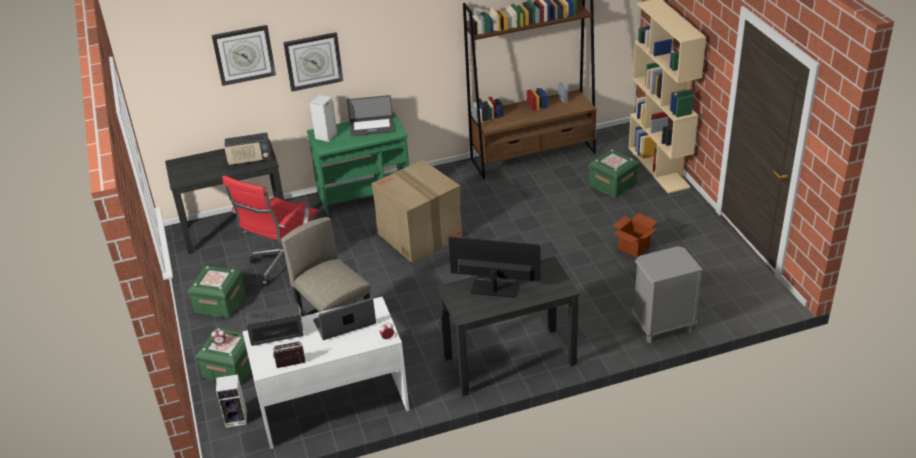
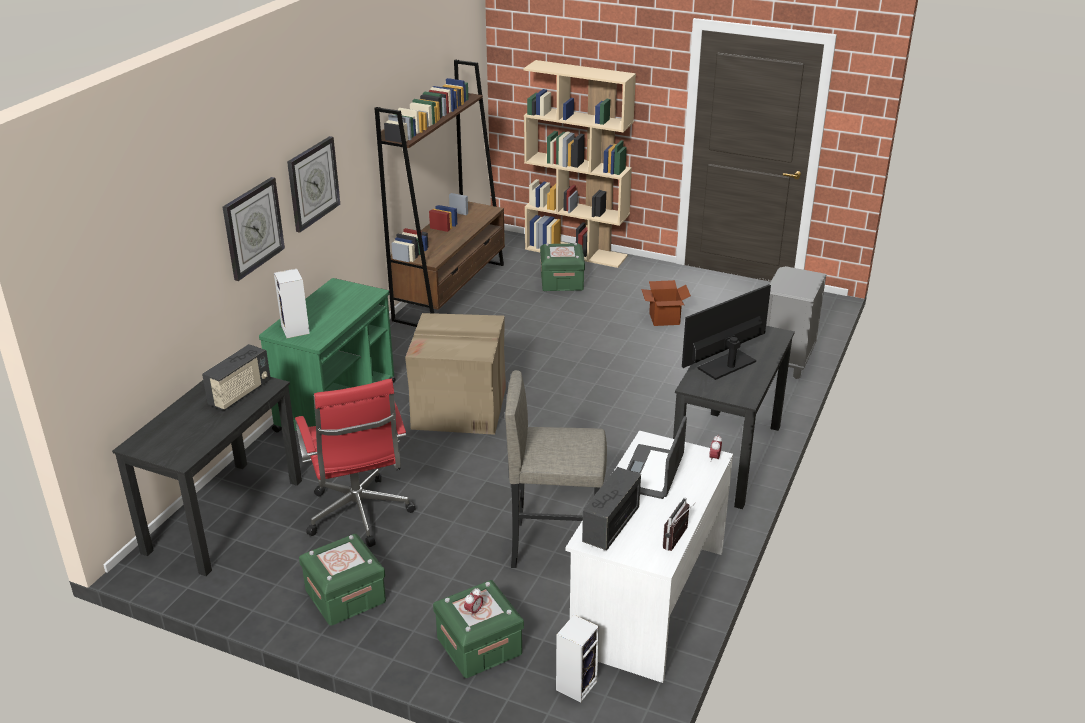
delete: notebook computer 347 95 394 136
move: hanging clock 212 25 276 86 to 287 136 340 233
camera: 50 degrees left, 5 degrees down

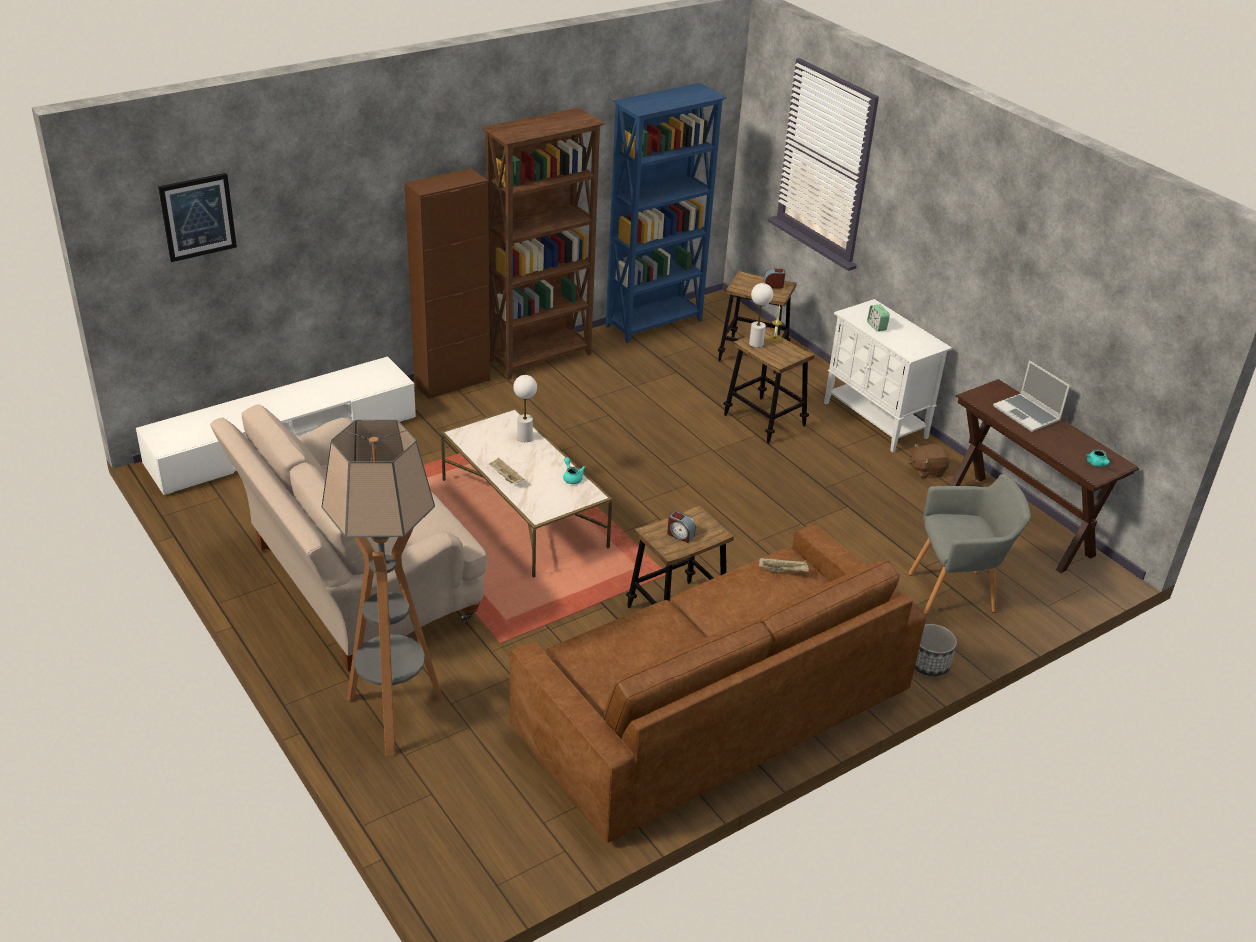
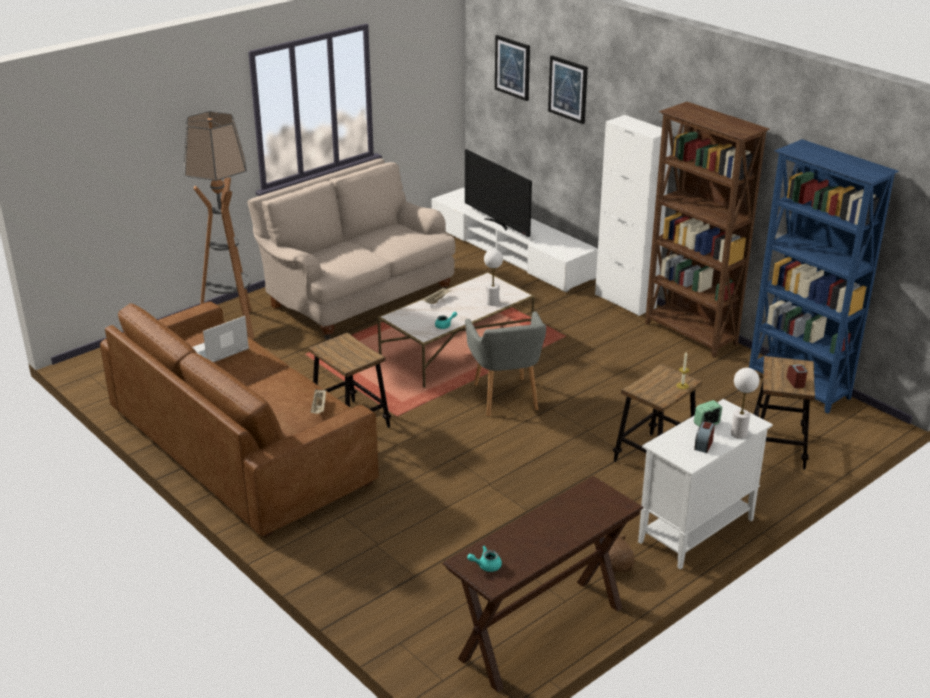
delete: flower pot 914 624 957 676
insert: television 465 149 532 237; wall picture 548 55 588 124
move: notebook computer 993 360 1070 432 to 193 316 249 362; grey lounge chair 908 474 1031 615 to 465 311 546 417; table clock 667 511 696 543 to 694 421 715 453; white table lamp 749 283 773 348 to 731 368 759 439
recolor: brown storage cabinet 404 168 490 399 to white storage cabinet 595 115 673 316
camera: 85 degrees right, 5 degrees down

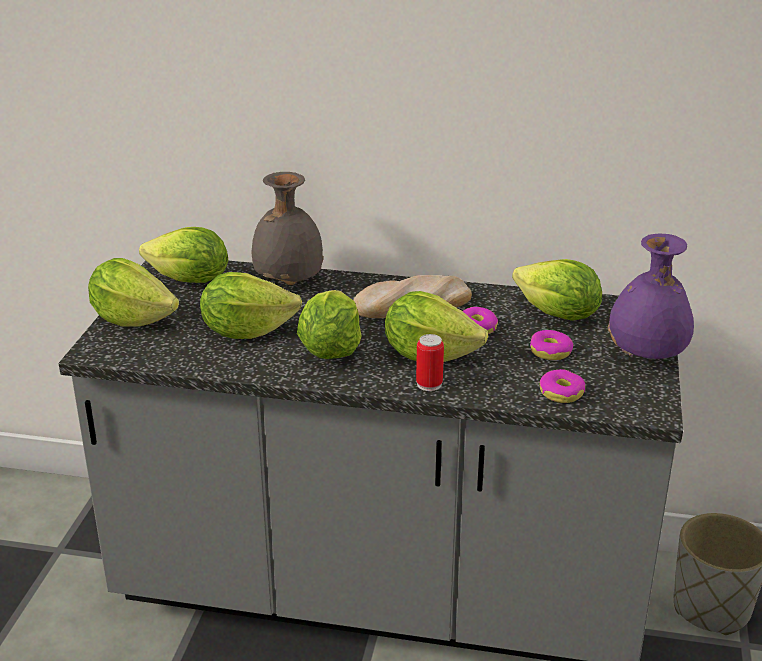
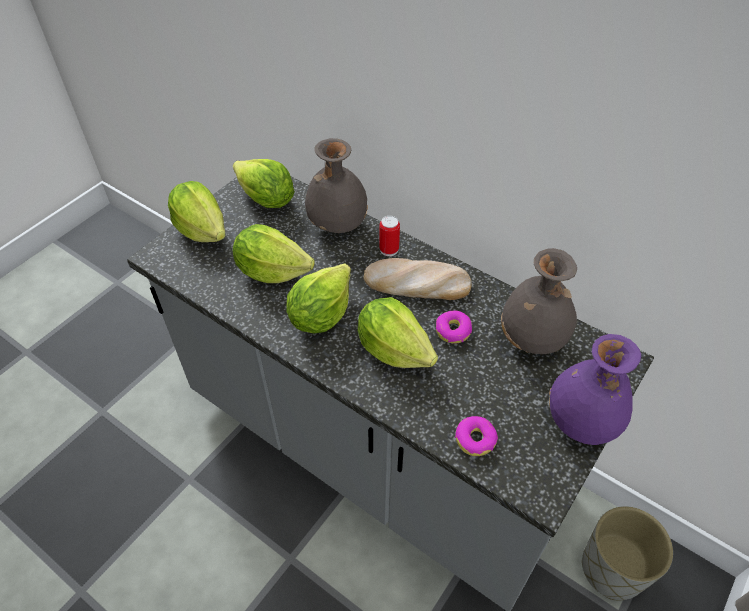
delete: ring doughnut 530 330 573 360
move: can 416 334 444 391 to 379 216 400 256
replace: lettuce head 512 259 602 321 to grey decorative vase 501 248 577 354
camera: 25 degrees right, 20 degrees up

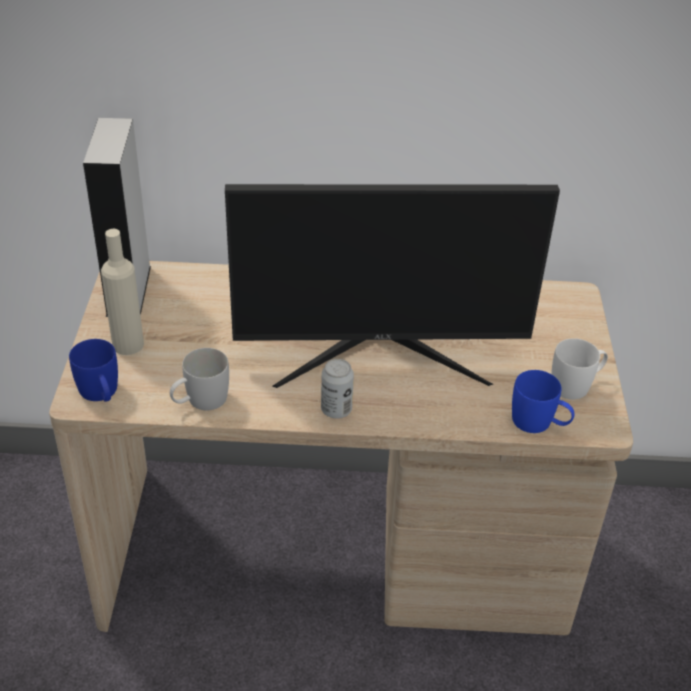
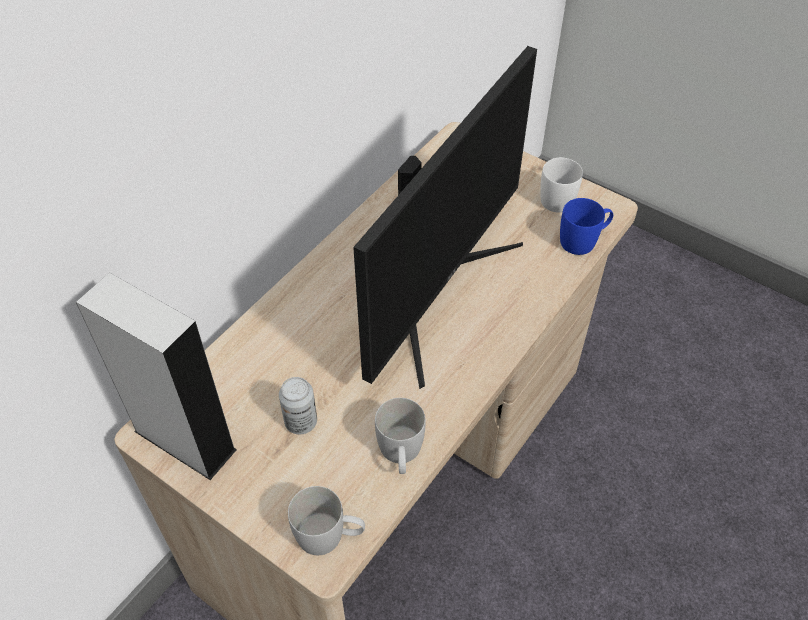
delete: beige bottle 101 229 144 355
move: can 321 359 354 418 to 279 377 317 435
recolor: blue-coloured coffee mug 69 339 118 402 to white coffee mug 288 486 365 555
camera: 55 degrees left, 10 degrees up

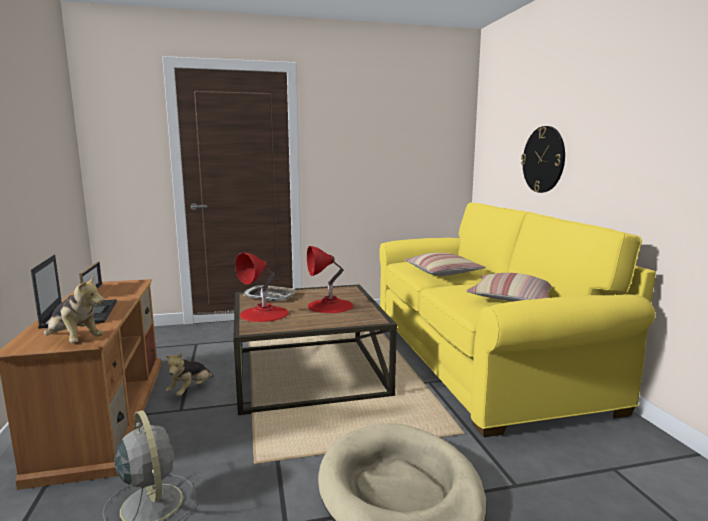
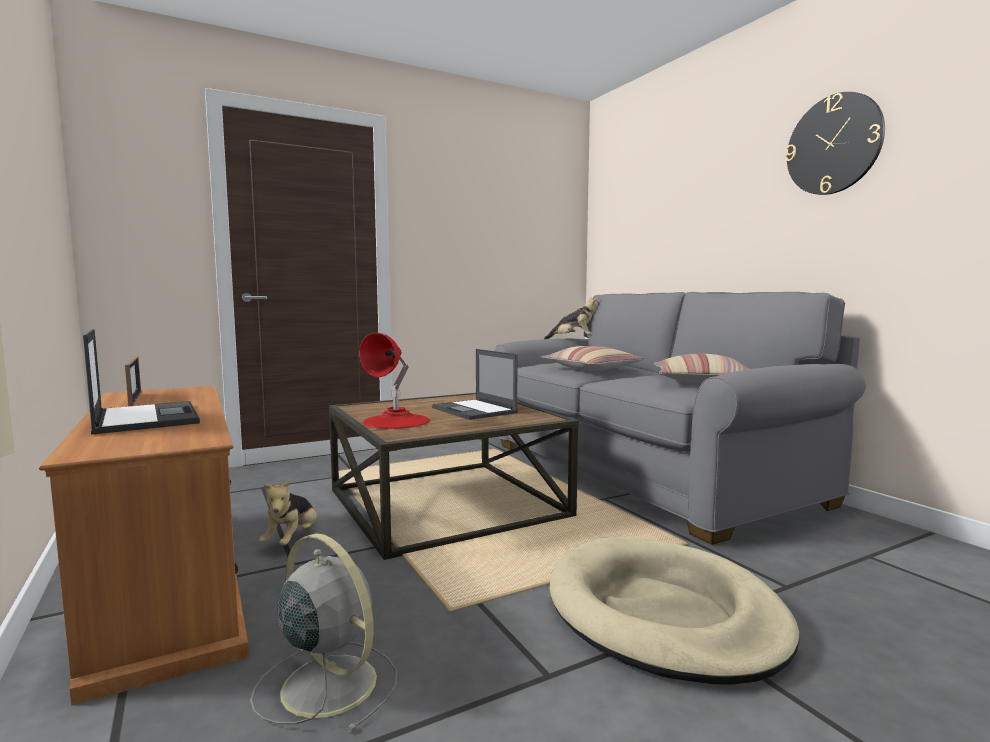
delete: tray 243 285 296 301
move: plush toy 43 274 105 343 to 544 297 598 339; hanging clock 521 126 565 193 to 785 92 885 195
replace: red-coloured table lamp 307 246 353 313 to notebook computer 432 349 518 420
recolor: yellow sofa 379 202 656 437 to grey sofa 494 292 866 545
camera: 15 degrees left, 5 degrees down

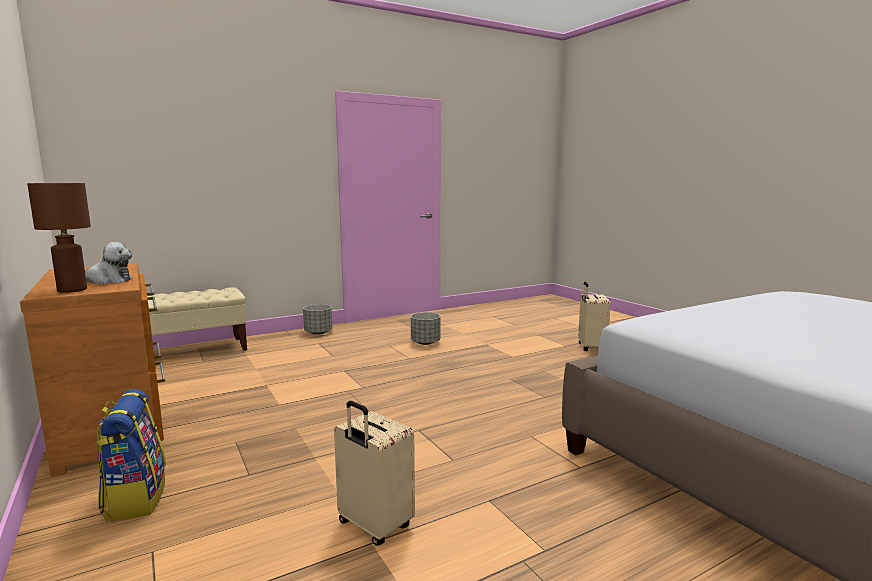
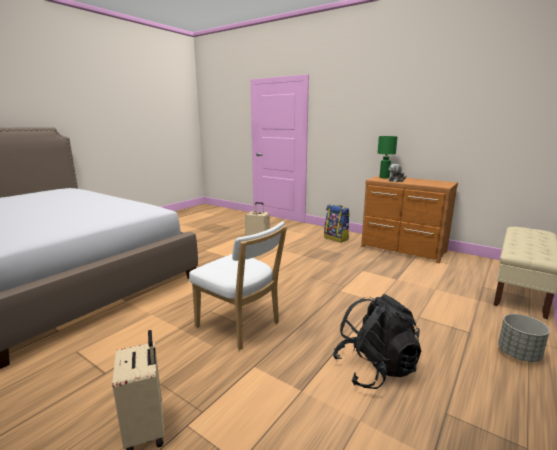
insert: white plain chair 189 222 287 350
replace: grey flower pot 411 312 440 345 to black rucksack 333 294 421 389
recolor: brown table lamp 27 183 91 293 to greenish table lamp 378 136 397 178
camera: 155 degrees right, 5 degrees up

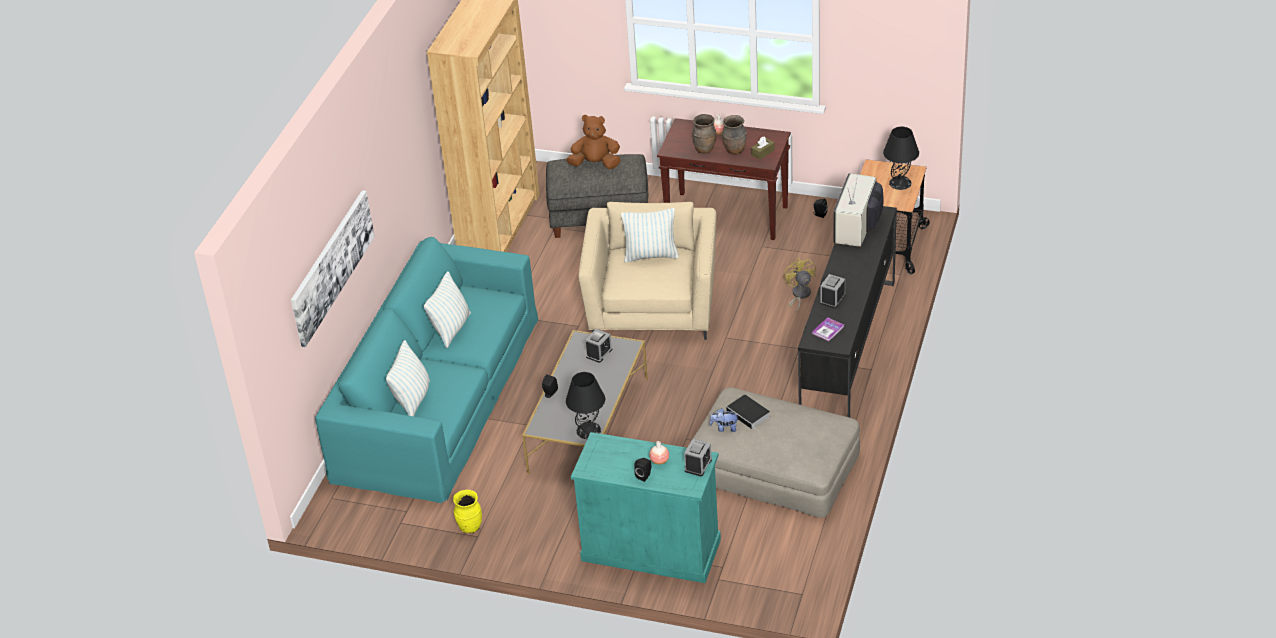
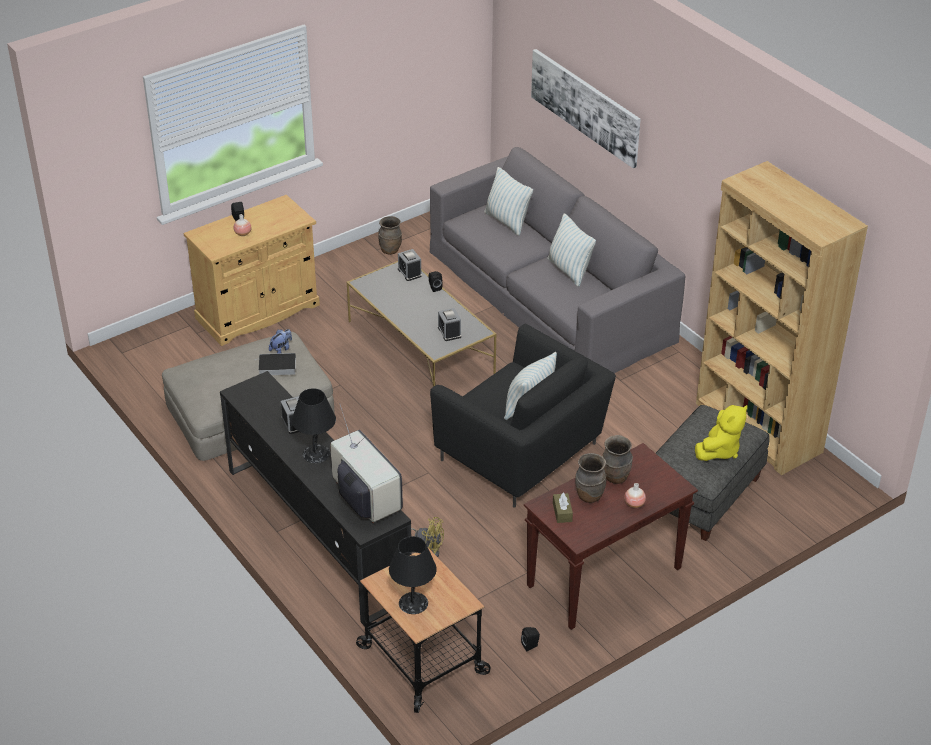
delete: volume 812 317 844 341
move: black table lamp 566 372 605 439 to 292 388 336 463; table clock 684 439 712 476 to 398 249 422 281
recolor: turquoise-coloured storage cabinet 571 432 721 583 to beige storage cabinet 183 195 320 346; yellow decorative vase 453 490 482 533 to brown decorative vase 378 216 402 255; turquoise-coloured sofa 315 237 538 503 to grey sofa 430 147 685 373; beige lounge chair 578 202 717 340 to black lounge chair 430 323 616 508; brown plush toy 566 115 621 169 to yellow plush toy 695 405 748 461
camera: 125 degrees right, 0 degrees up

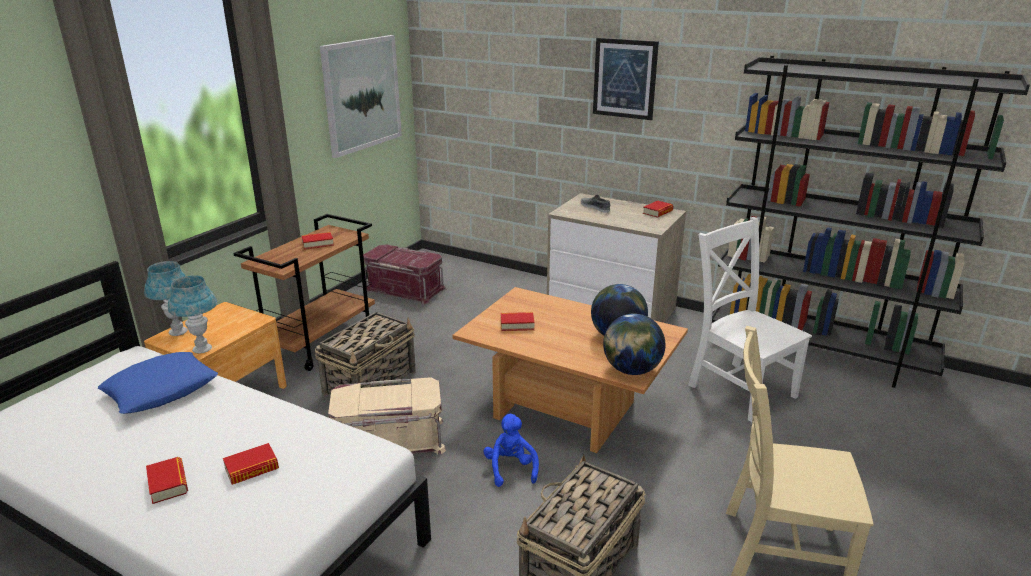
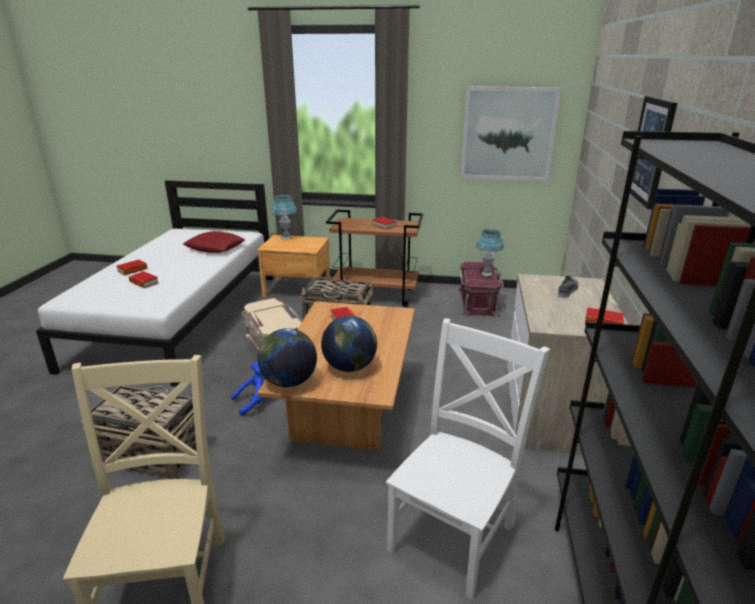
move: blue-coloured table lamp 168 275 217 353 to 476 229 504 276
recolor: blue-coloured throw pillow 98 352 218 414 to red-coloured throw pillow 183 231 245 253
camera: 70 degrees right, 0 degrees up

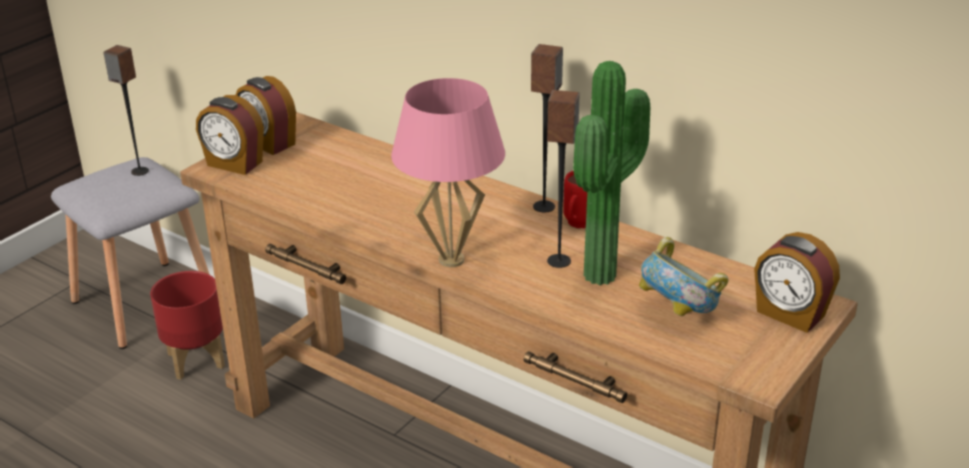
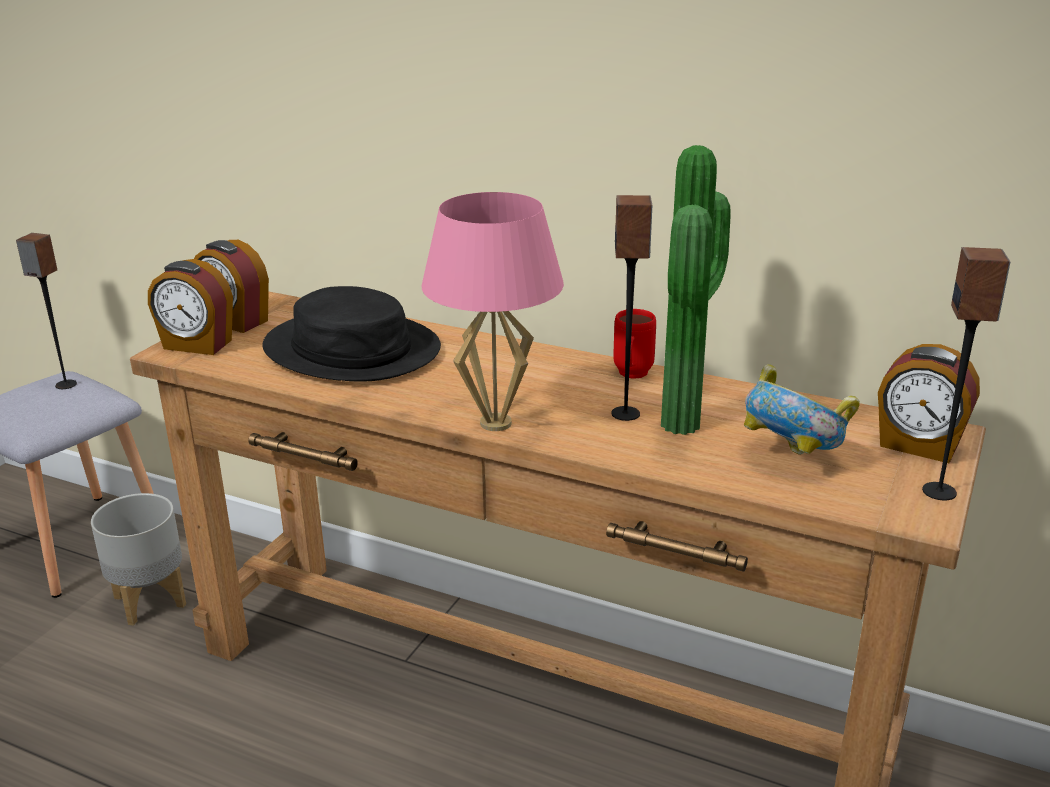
insert: black clothing hat 262 286 441 382
move: speaker 531 44 563 213 to 922 247 1010 500
recolor: red-coloured flower pot 150 271 225 380 to grey flower pot 91 493 186 626
camera: 10 degrees left, 5 degrees down

